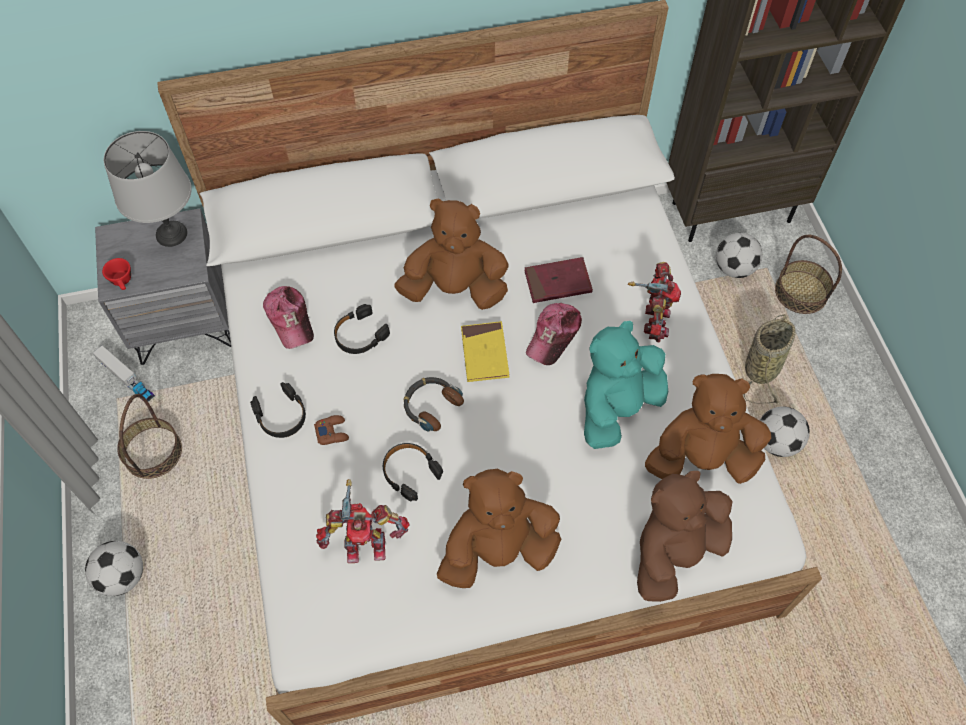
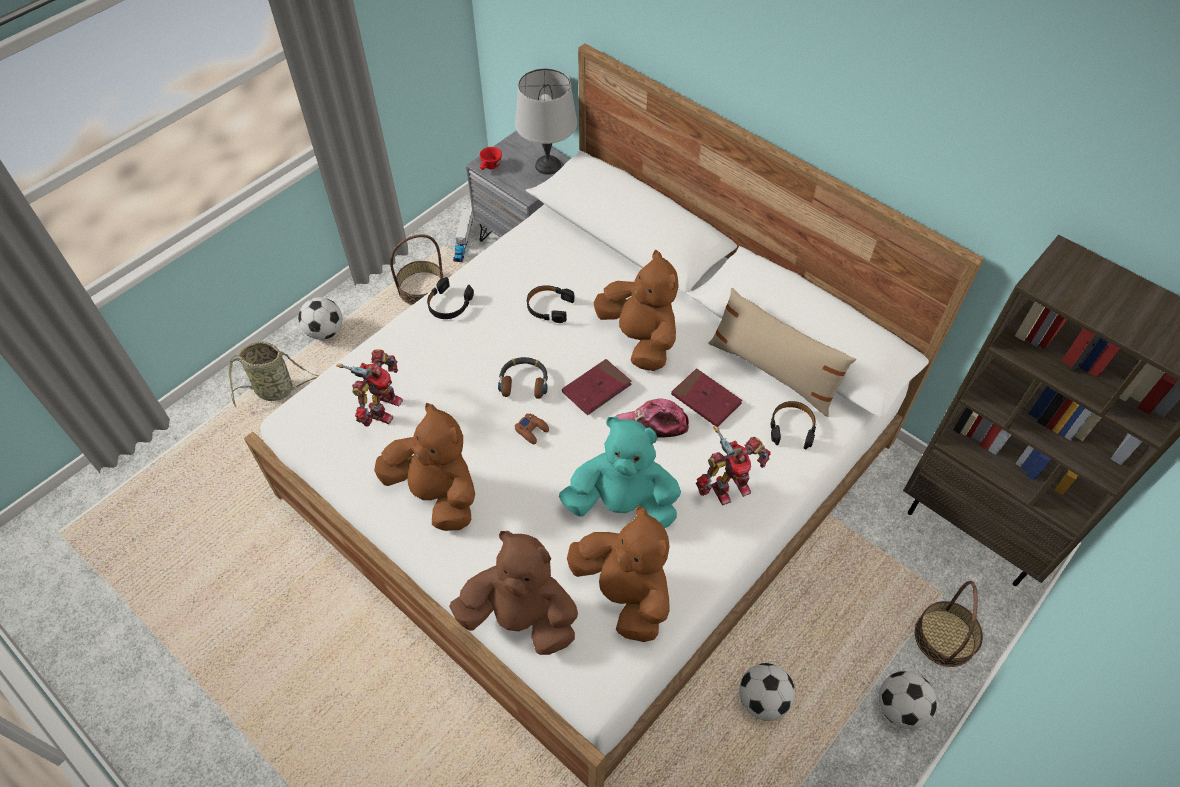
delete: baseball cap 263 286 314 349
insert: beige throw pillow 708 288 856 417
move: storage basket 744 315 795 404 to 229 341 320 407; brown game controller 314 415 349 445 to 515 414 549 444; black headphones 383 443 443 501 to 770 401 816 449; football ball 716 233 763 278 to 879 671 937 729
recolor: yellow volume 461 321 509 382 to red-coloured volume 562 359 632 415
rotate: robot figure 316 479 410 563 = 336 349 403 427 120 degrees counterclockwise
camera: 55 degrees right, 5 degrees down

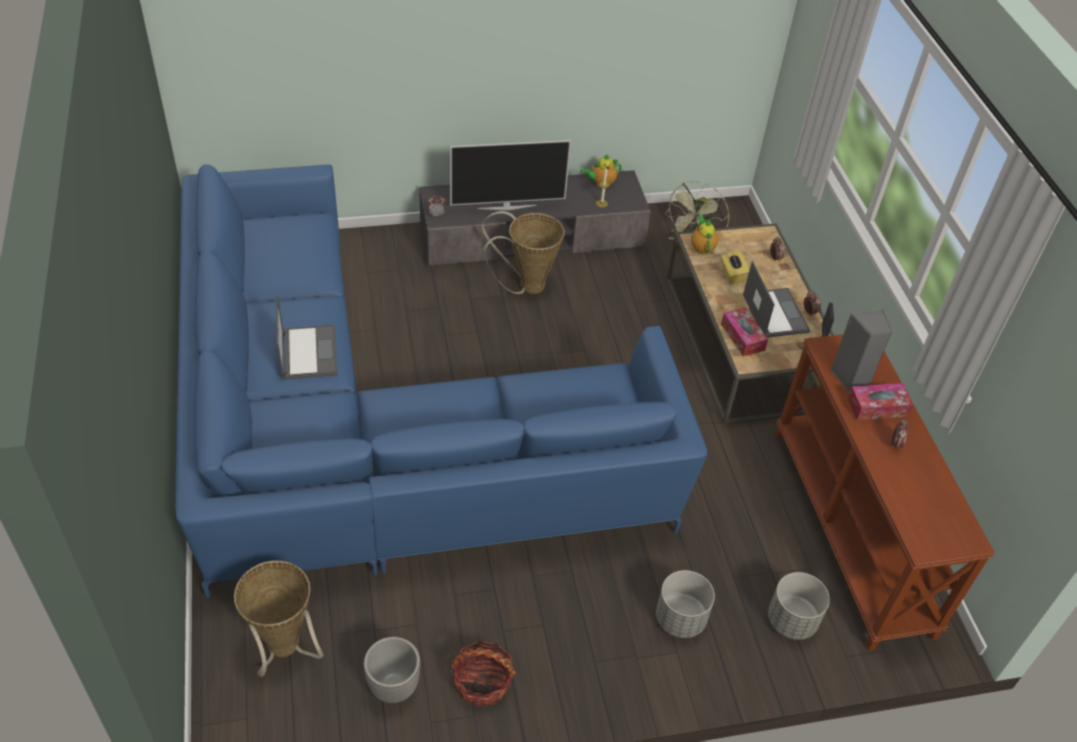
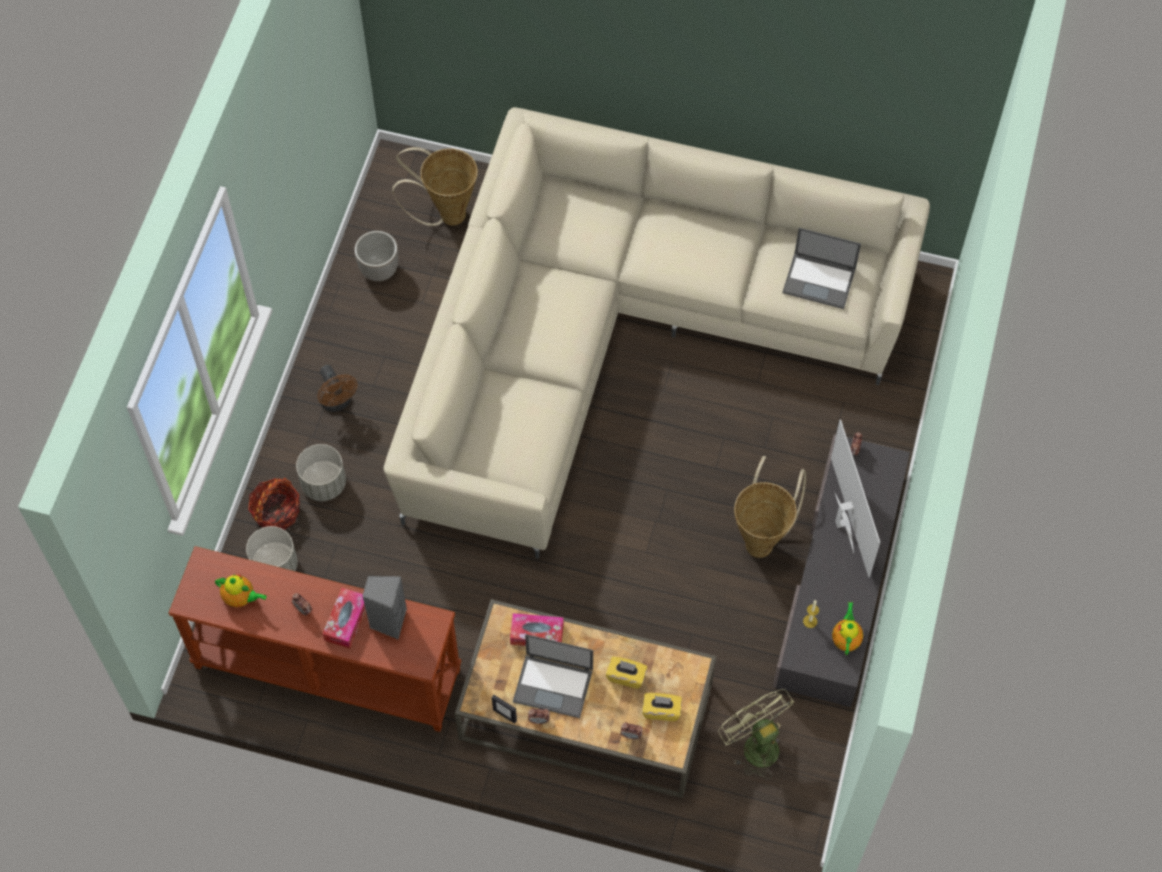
insert: brown electric fan 317 365 357 412; yellow tissue holder 642 693 682 721
move: tea pot 691 214 718 255 to 215 574 267 607; storage basket 452 641 516 707 to 248 478 300 530; notebook computer 276 295 338 380 to 782 228 861 309
recolor: blue-coloured sofa 175 164 707 598 to beige sofa 384 107 930 559
rotate: television 450 140 571 210 = 831 420 880 577 150 degrees clockwise
camera: 120 degrees right, 15 degrees up

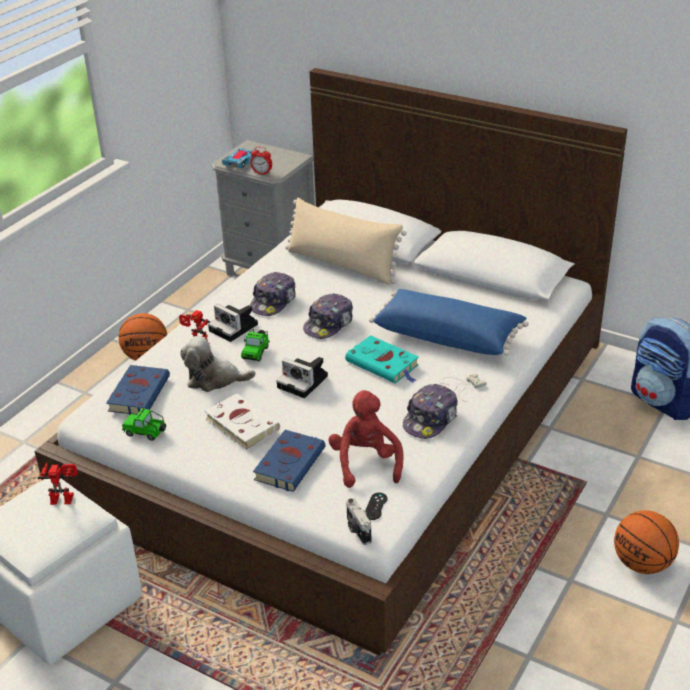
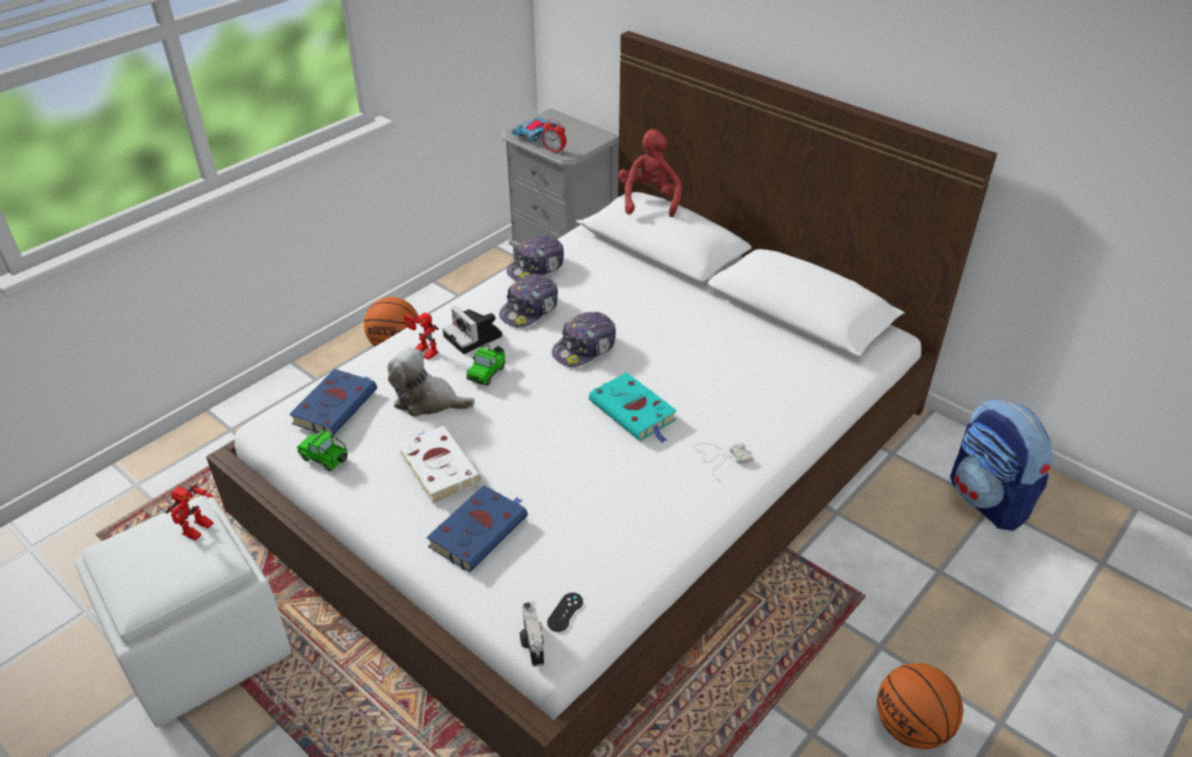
delete: still camera 276 357 328 398; beige throw pillow 285 197 407 285; blue-coloured throw pillow 369 289 529 356
move: baseball cap 403 384 458 439 to 507 235 564 281; red-coloured plush toy 329 390 404 488 to 618 129 682 217
rotate: robot figure 38 463 78 505 = 165 484 213 540 105 degrees clockwise
camera: 10 degrees right, 5 degrees up

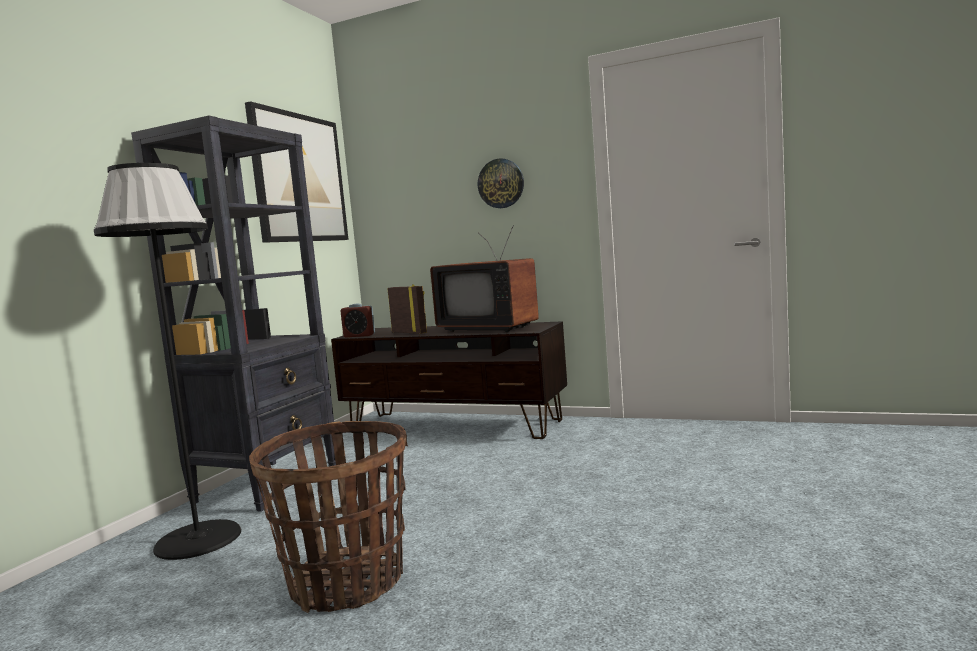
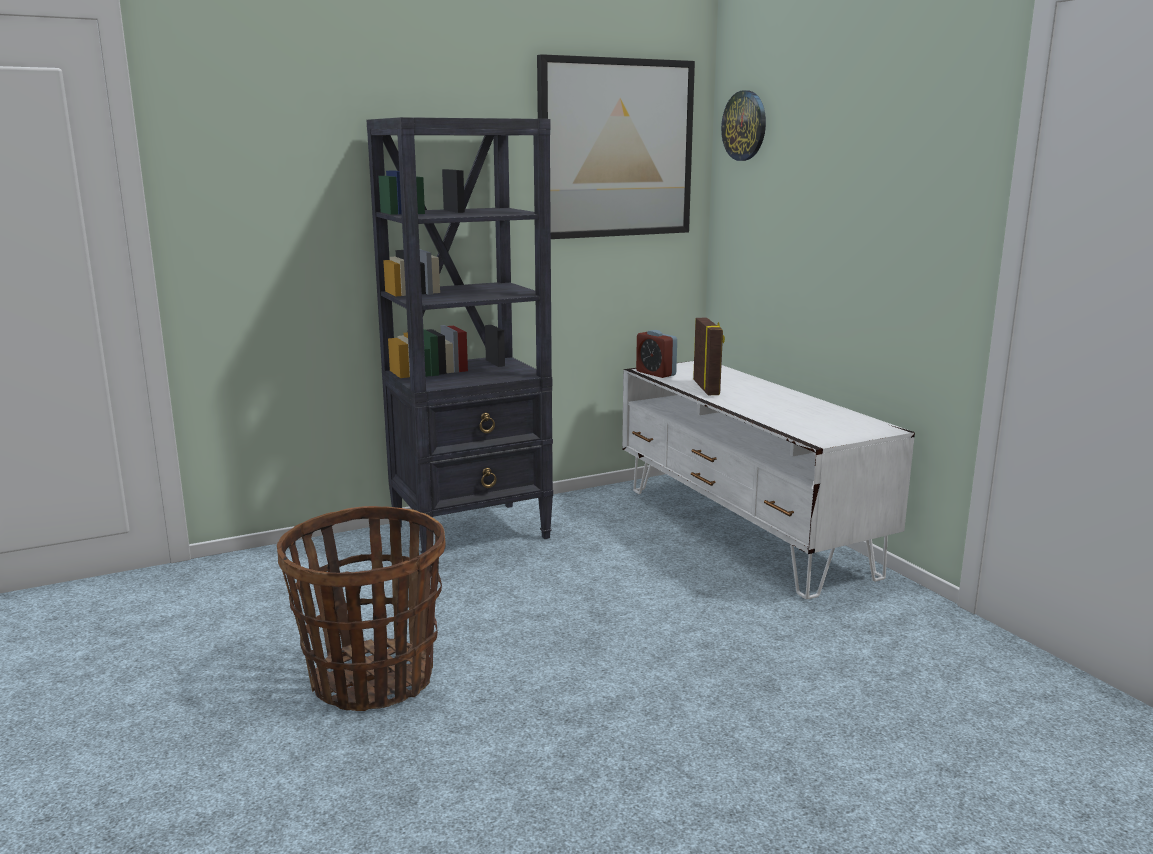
delete: black floor lamp 94 163 241 560; television 430 227 539 332
move: hanging clock 478 158 524 208 to 721 90 766 161
recolor: brown media console 331 321 567 439 to white media console 622 361 915 599
camera: 40 degrees right, 10 degrees up

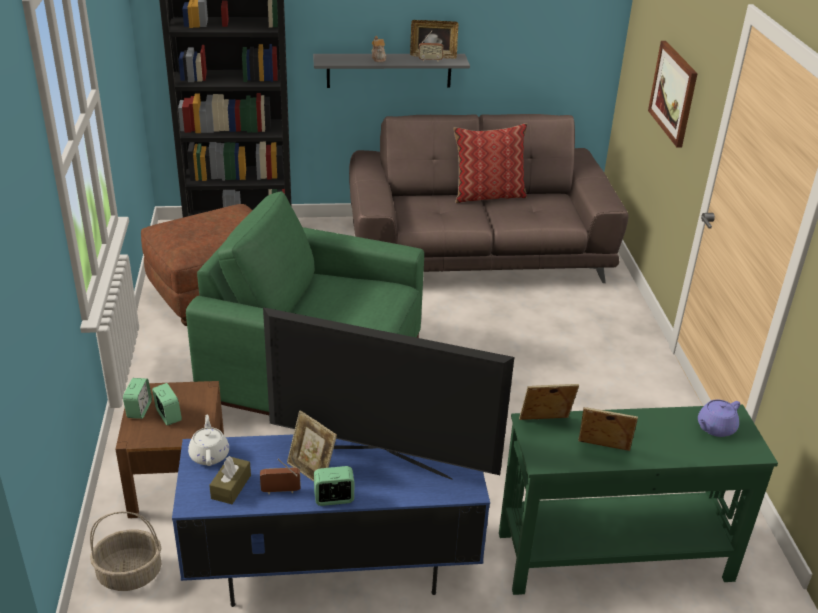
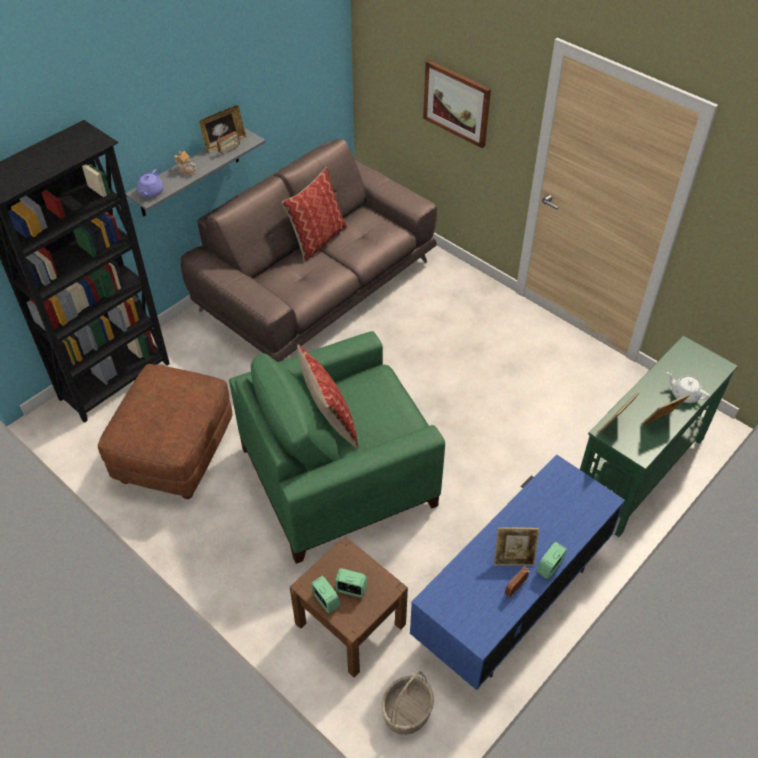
delete: brown tissue holder 209 456 251 504; television 263 307 514 479
insert: throw pillow 297 345 358 449
move: purple tea pot 698 400 740 437 to 136 169 164 197; white tea pot 188 415 229 466 to 667 372 710 403
camera: 40 degrees left, 15 degrees up

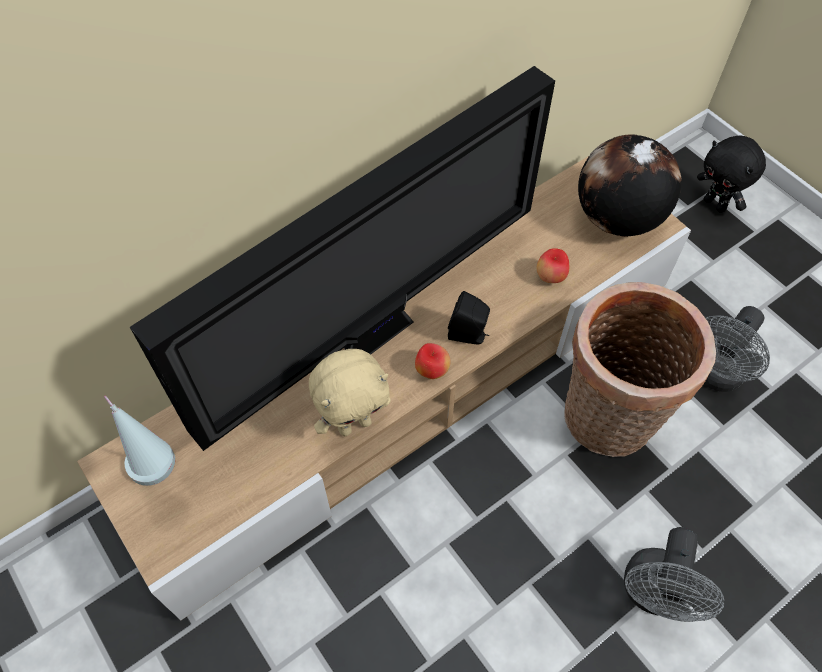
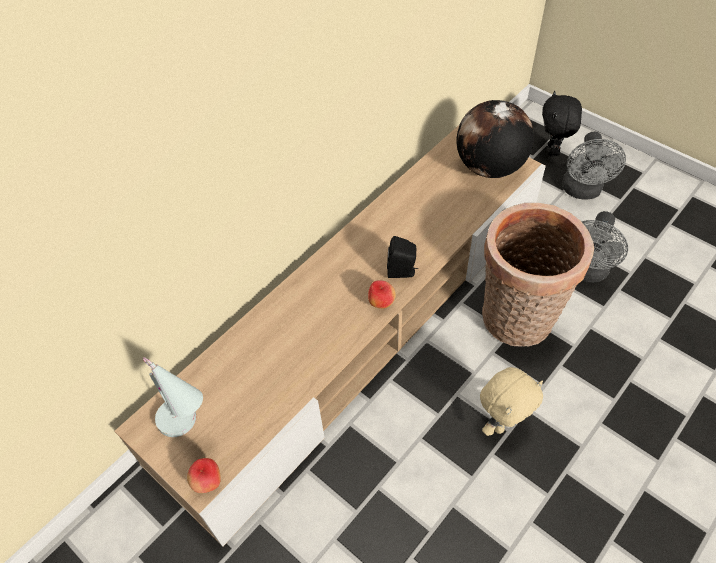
delete: television 130 66 555 451
move: apple 537 248 569 283 to 187 458 221 493; beige plush toy 309 349 391 436 to 480 367 543 436; grey electric fan 624 527 724 622 to 562 132 626 200
rotate: black plush toy 697 135 766 213 = 542 91 582 157 60 degrees clockwise
camera: 10 degrees left, 5 degrees down

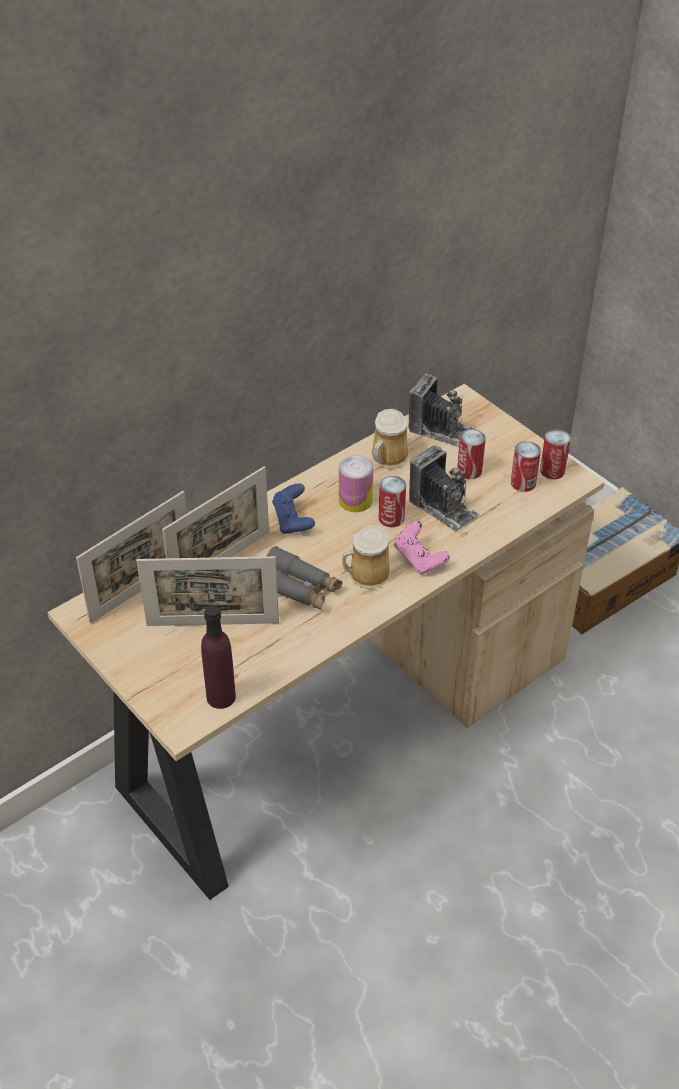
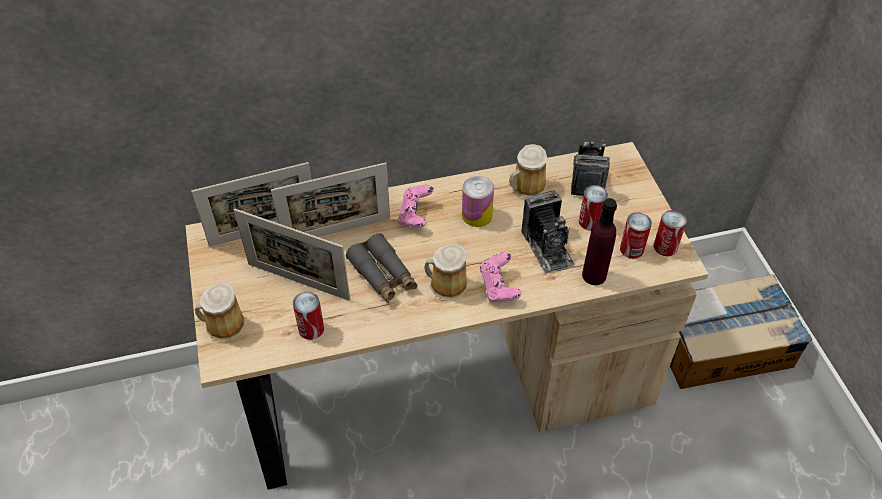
insert: coffee mug 195 283 245 341
move: can 379 476 406 527 to 293 292 324 340; purple bottle 201 605 236 709 to 582 198 617 285
recolor: blue-coloured game controller 272 483 315 534 to pinkish game controller 398 185 434 228
rotate: still camera 408 374 477 447 = 571 139 610 196 135 degrees counterclockwise
camera: 25 degrees right, 5 degrees up

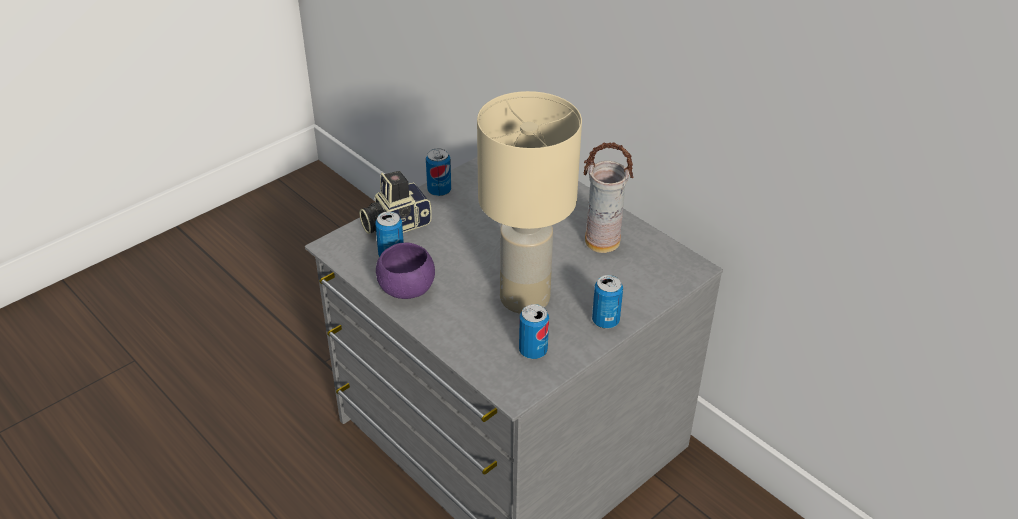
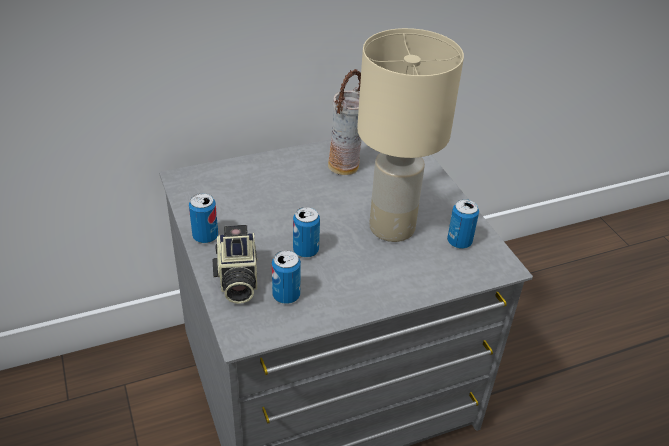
delete: purple bowl 376 243 435 299
move: can 592 275 623 329 to 293 207 320 258
camera: 70 degrees left, 0 degrees up

